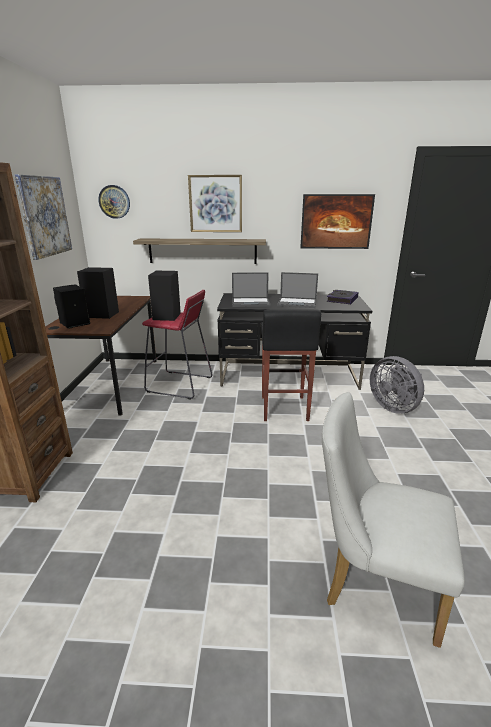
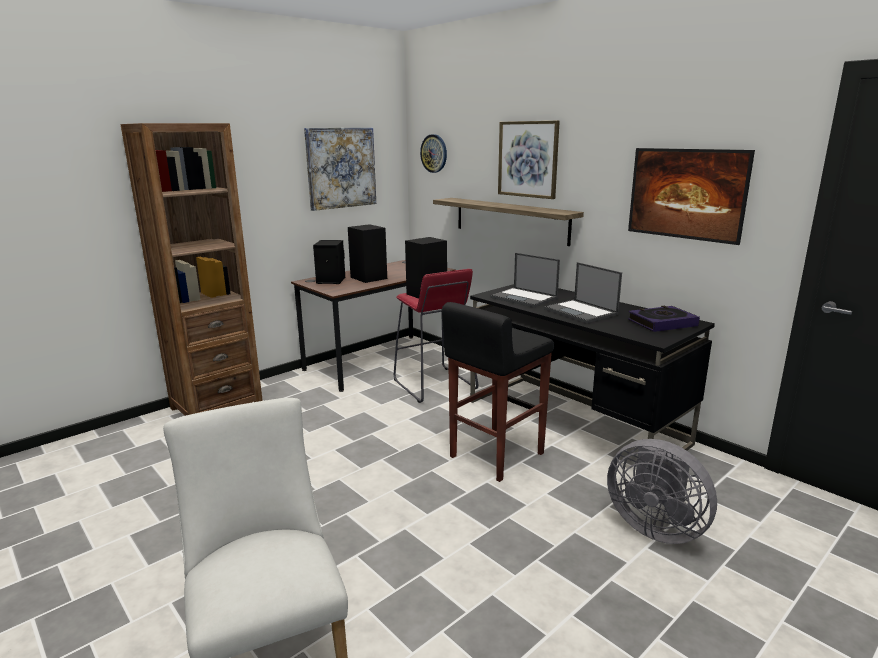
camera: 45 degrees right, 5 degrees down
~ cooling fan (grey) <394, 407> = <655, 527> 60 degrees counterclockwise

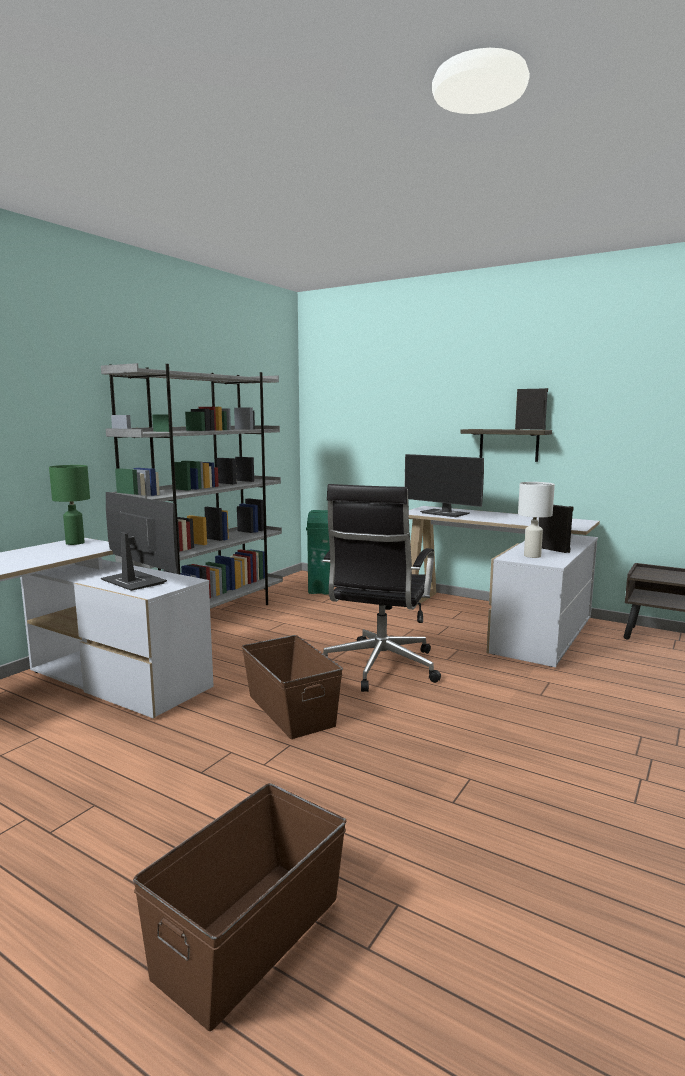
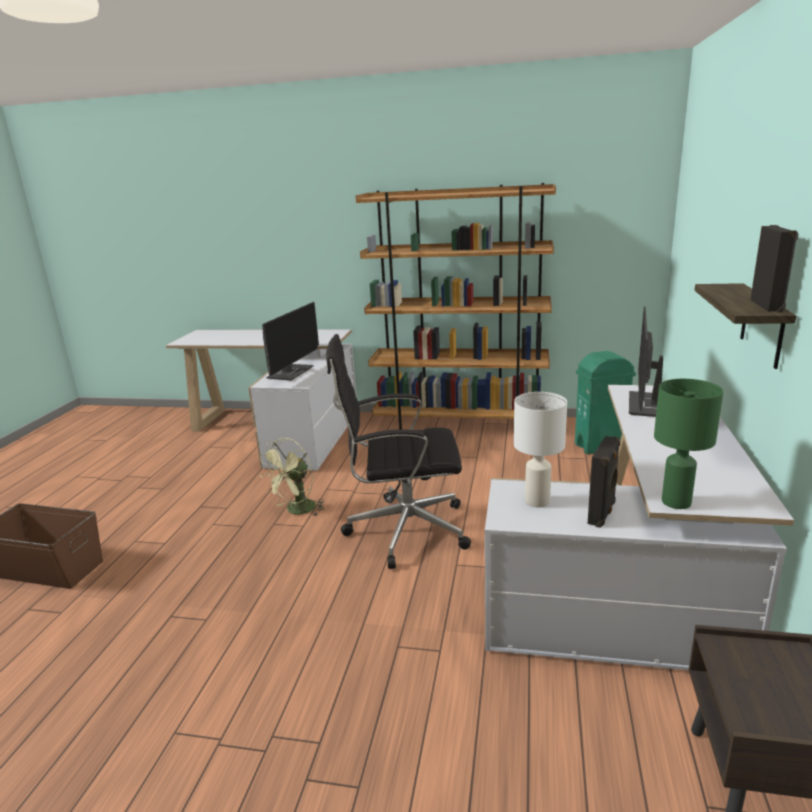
camera: 70 degrees right, 10 degrees up
~ bookcase (grey) <210, 616> to bookcase (brown) <460, 425>
~ lamp for a table (green) <74, 543> to <675, 502>
~ storage box (brown) <291, 709> to cooling fan (green) <297, 511>

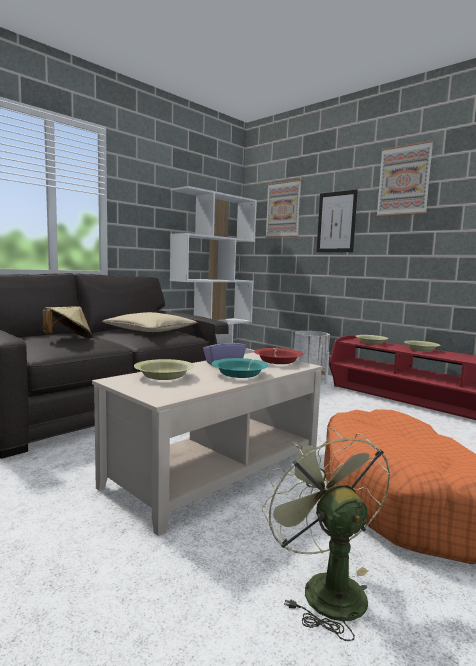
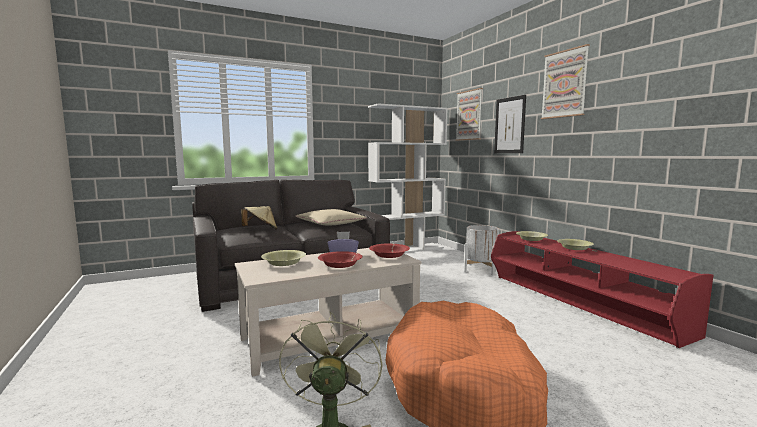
camera: 20 degrees right, 0 degrees up
~ deep dish (turquoise-coloured) <240, 374> to deep dish (red-coloured) <340, 265>

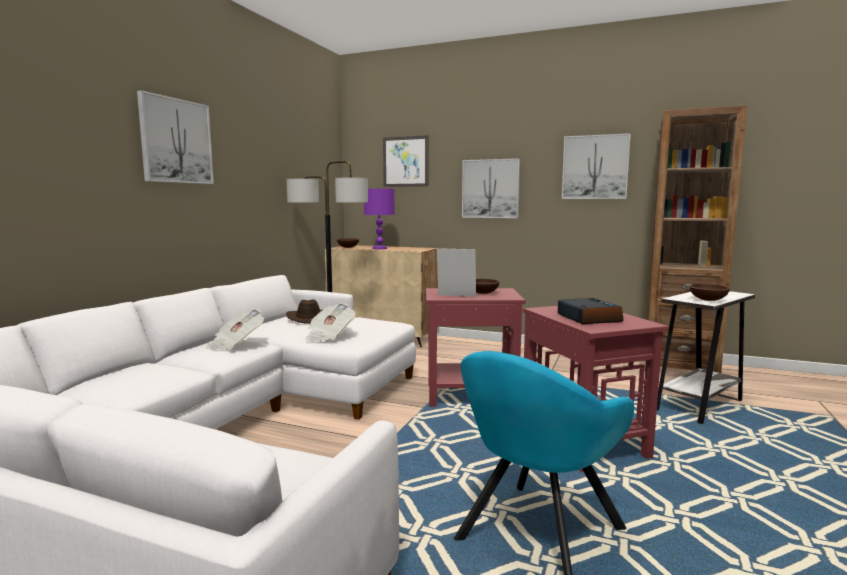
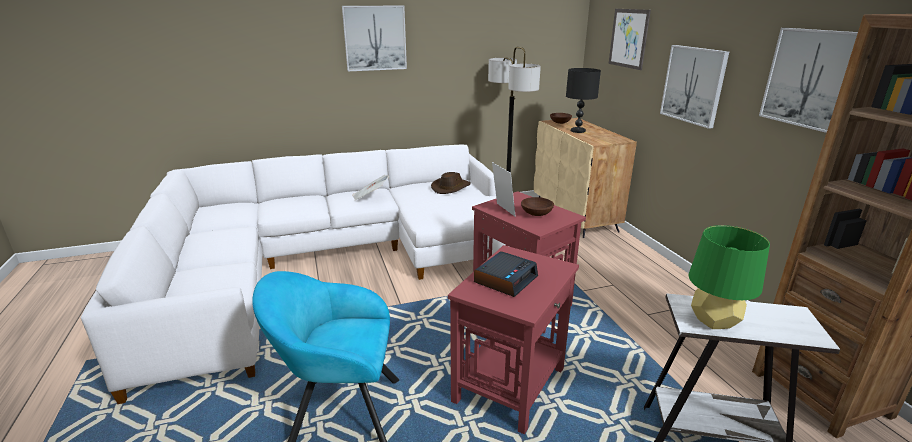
camera: 50 degrees right, 15 degrees up
~ lamp for a table (purple-coloured) <379, 248> to lamp for a table (black-coloured) <578, 131>
~ deep dish (brown) <708, 299> to lamp for a table (green) <714, 321>
- daily paper <329, 336>

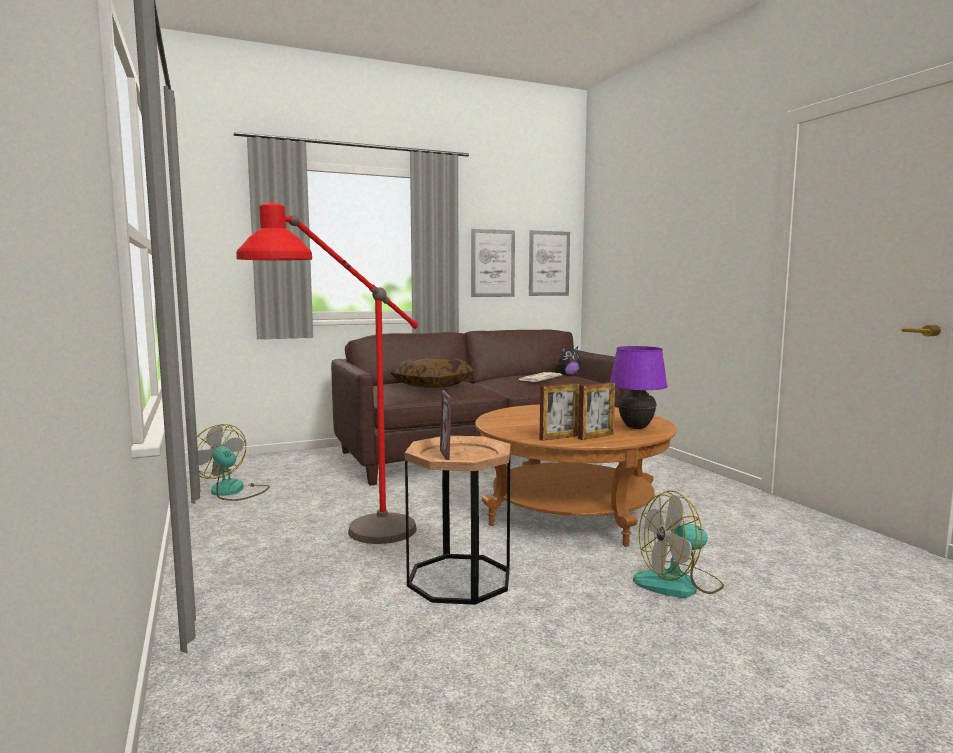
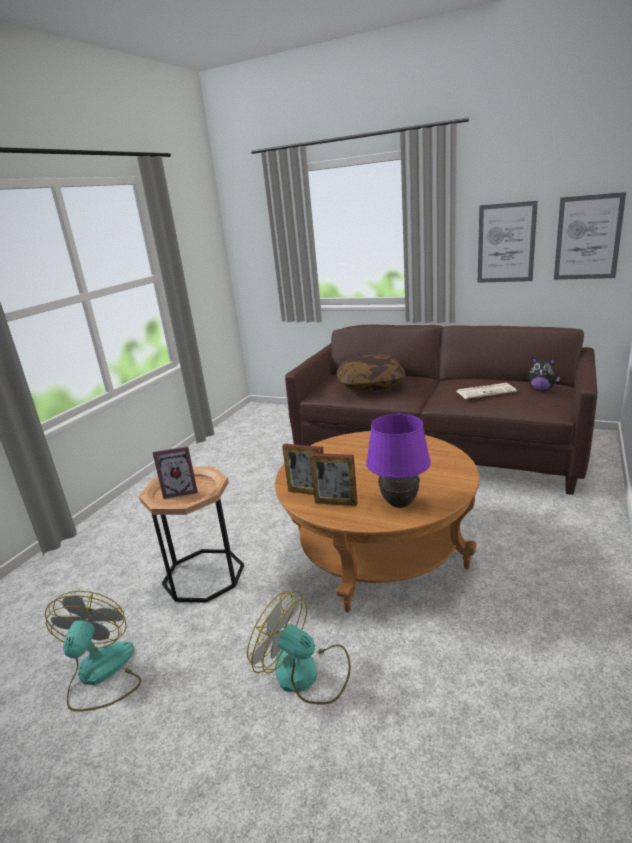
camera: 50 degrees right, 15 degrees up
- standing lamp (red-coloured) <348, 547>
~ photo frame <455, 455> = <181, 491> 135 degrees counterclockwise
~ cooling fan <233, 491> to <100, 675>

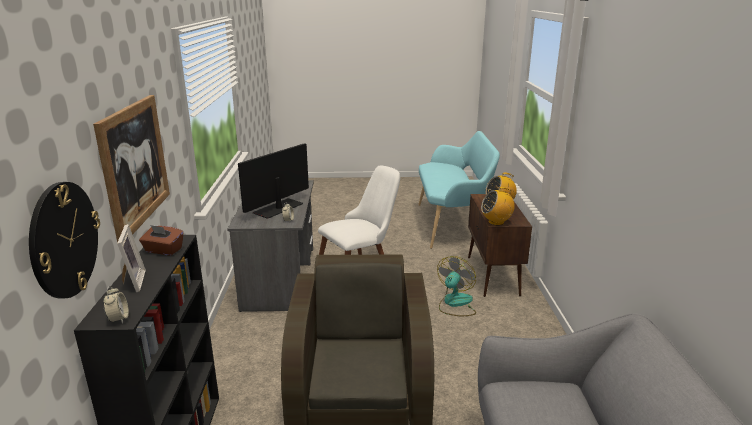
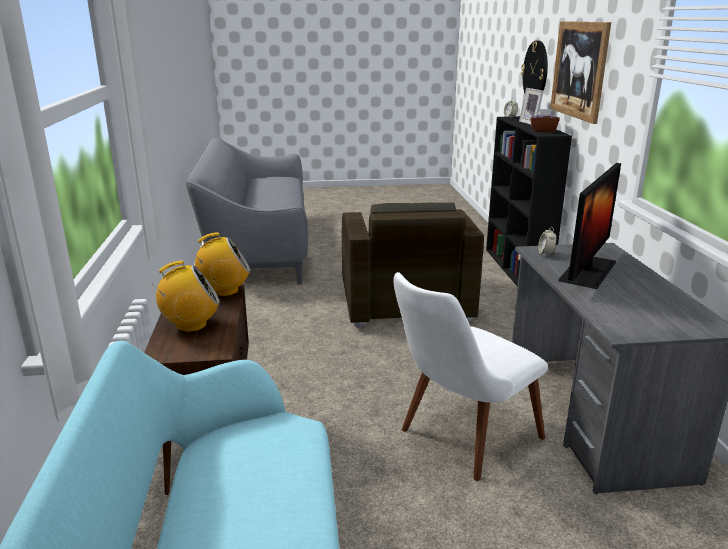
camera: 175 degrees right, 0 degrees up
- cooling fan <455, 304>

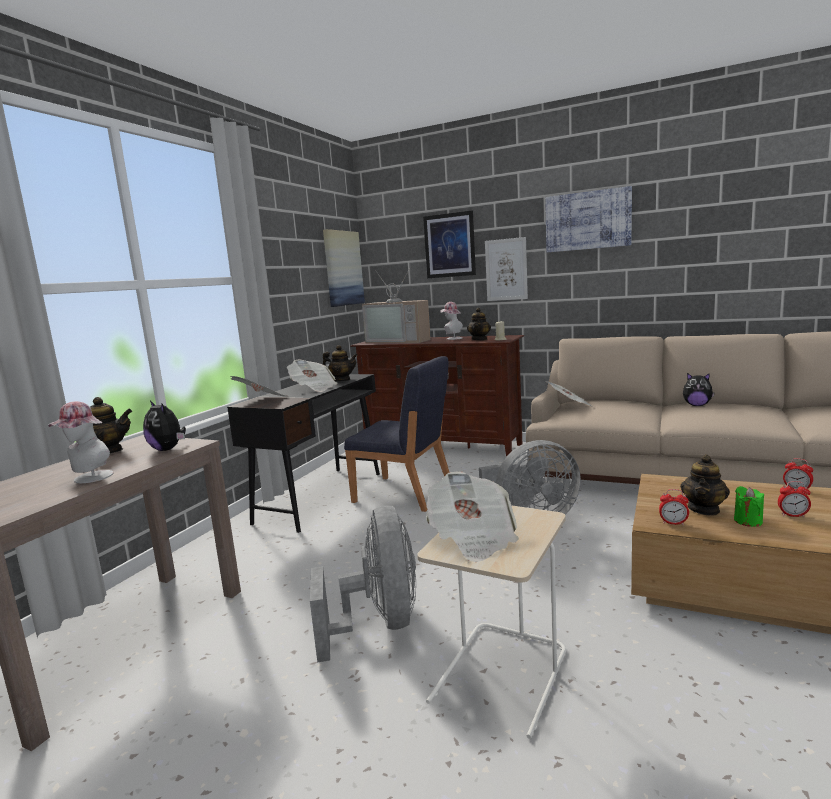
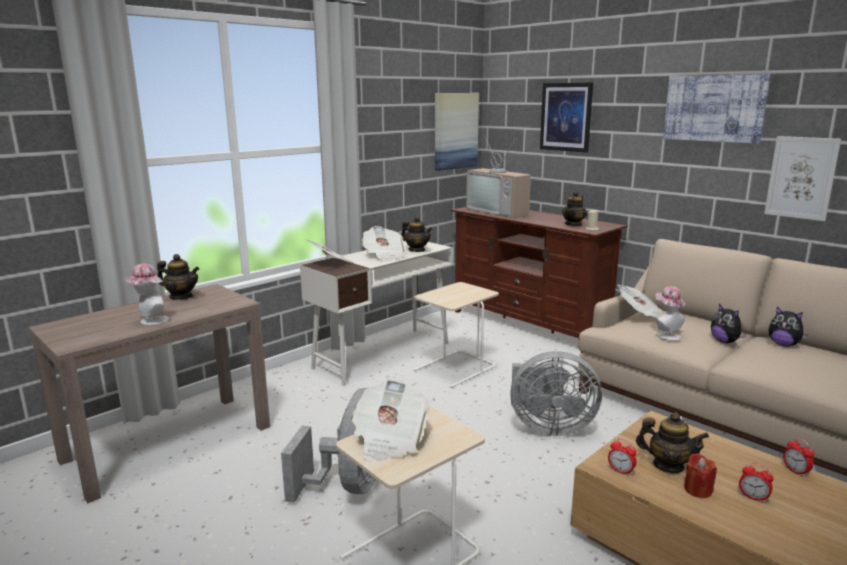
camera: 20 degrees right, 5 degrees up
~ wall picture <506, 269> to <801, 178>
~ wearable hat <452, 338> to <666, 335>
~ plain chair (blue) <404, 493> to end table (beige) <455, 369>
~ desk table (black-coloured) <321, 496> to desk table (whitish) <383, 355>
~ cuddly toy <168, 449> to <725, 341>
~ pot for tea <704, 509> = <668, 465> 120 degrees counterclockwise
~ wax candle (green) <748, 521> to wax candle (red-coloured) <697, 490>

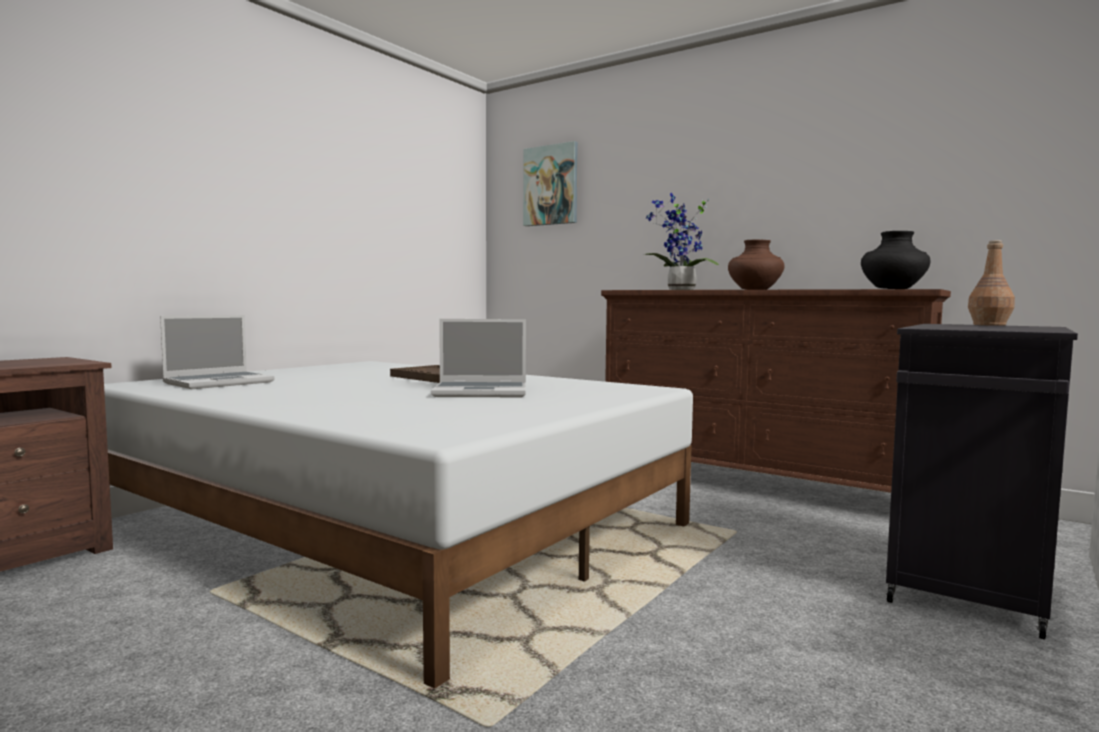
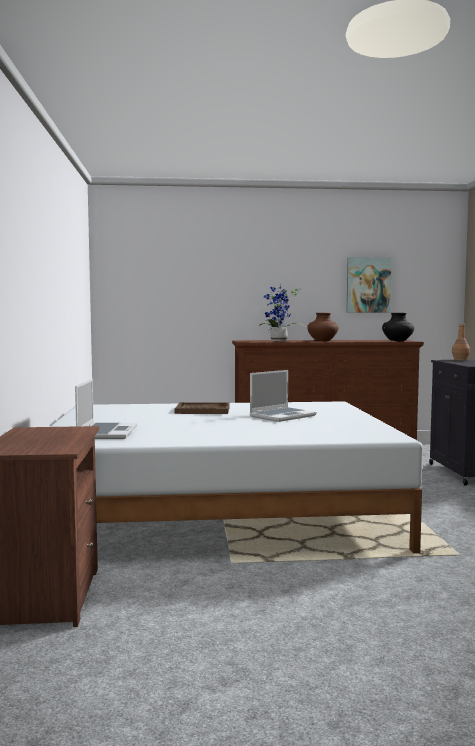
camera: 40 degrees left, 0 degrees up
~ wall picture <551, 185> to <368, 285>

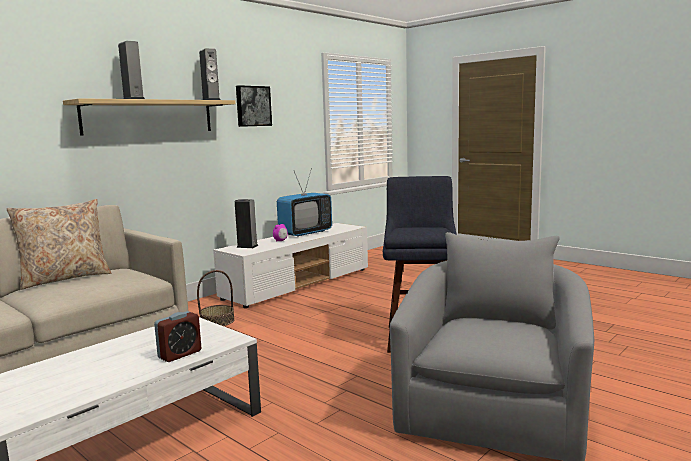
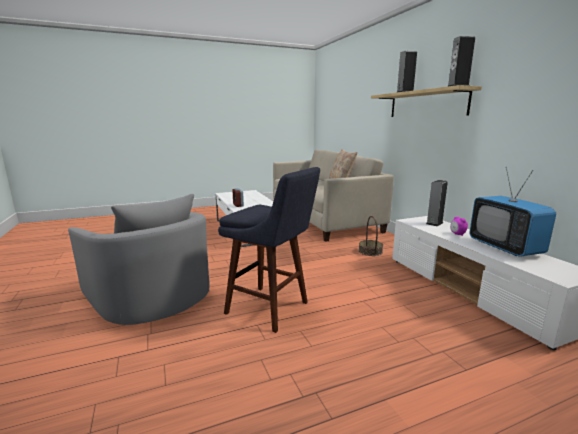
camera: 115 degrees right, 5 degrees up
- wall picture <252, 106>

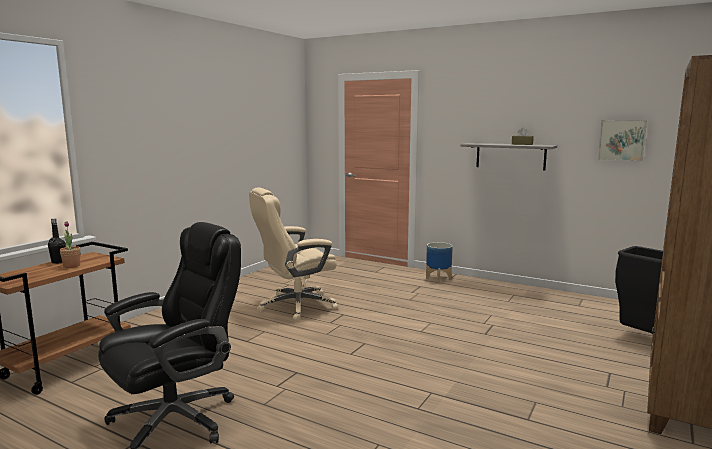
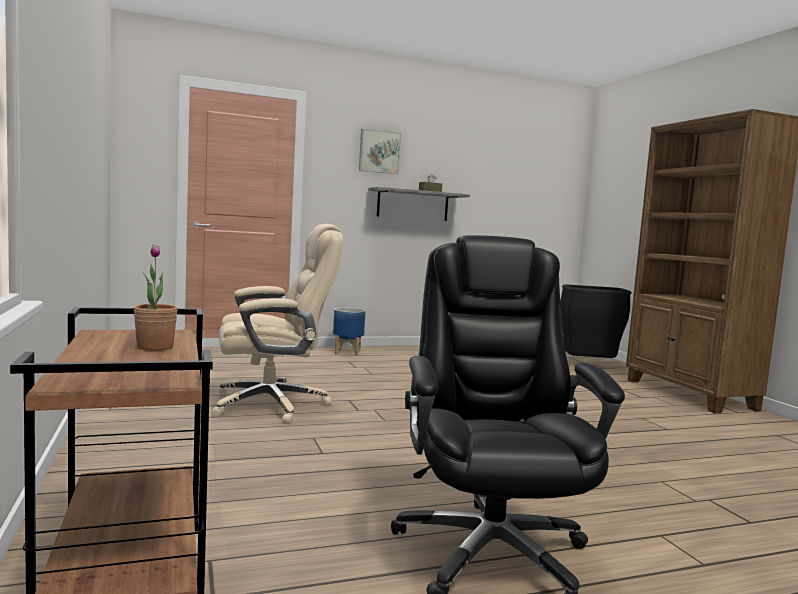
camera: 50 degrees left, 5 degrees down
~ wall picture <622, 140> to <379, 152>
~ desk chair (beige) <295, 306> = <272, 405> 120 degrees counterclockwise
- drink bottle (black-coloured) <58, 262>

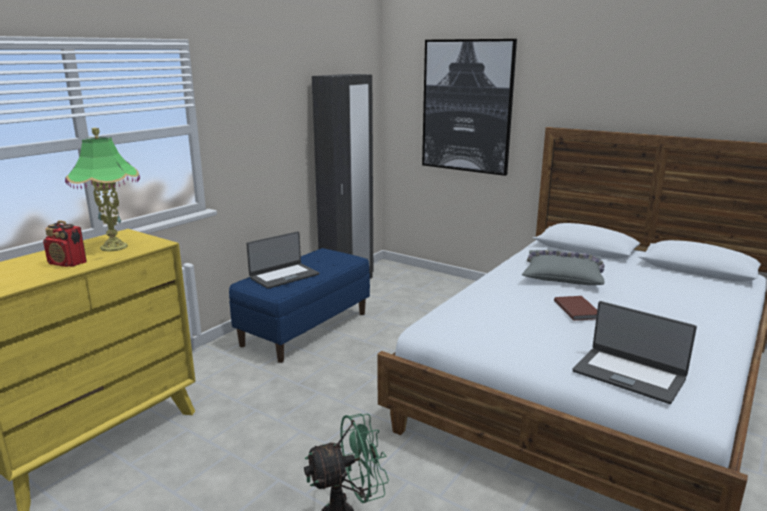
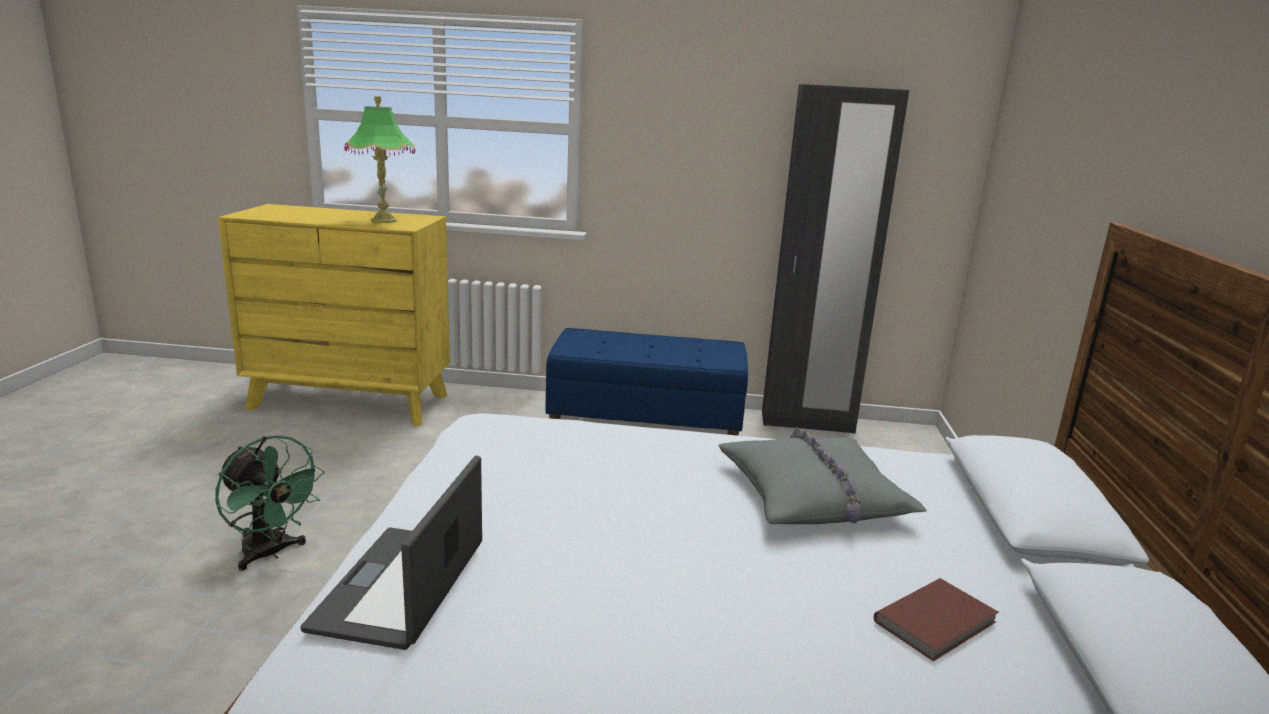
camera: 60 degrees right, 0 degrees up
- wall picture <467, 106>
- radio <68, 263>
- laptop <284, 276>
~ volume (brown) <577, 309> to <938, 622>

